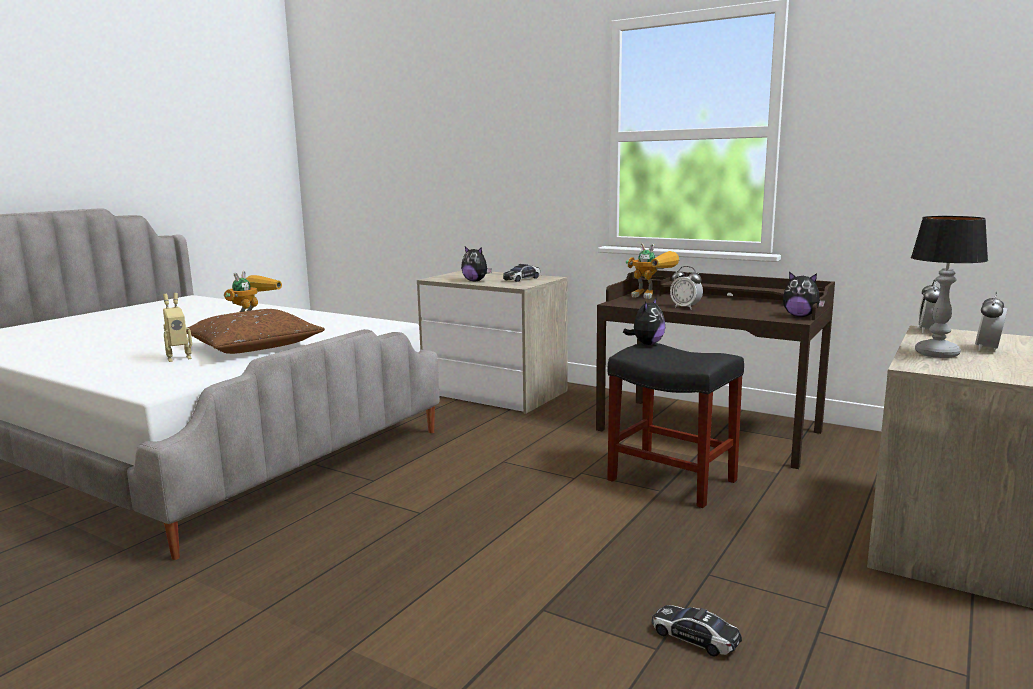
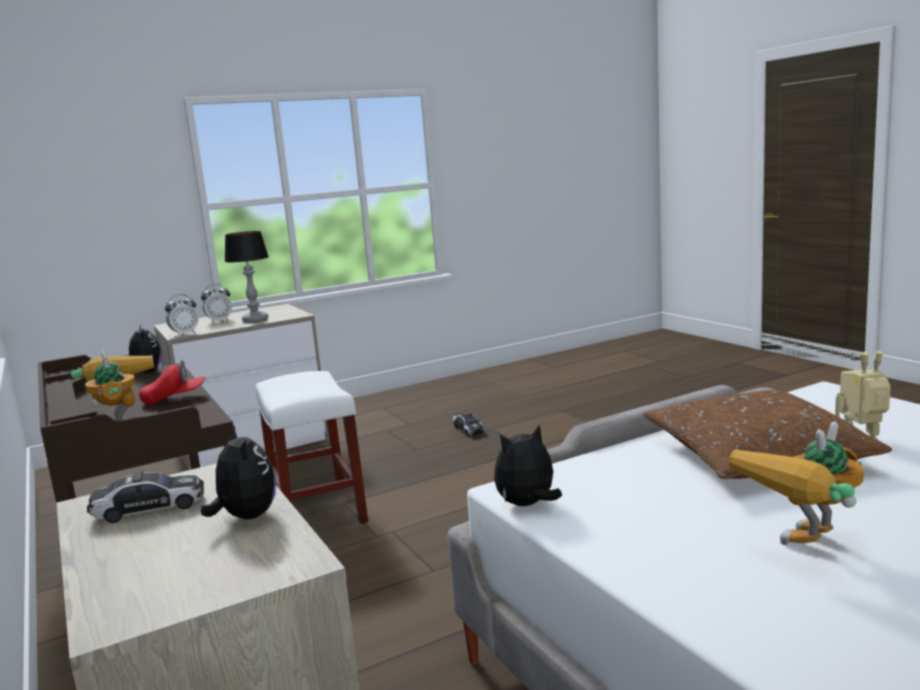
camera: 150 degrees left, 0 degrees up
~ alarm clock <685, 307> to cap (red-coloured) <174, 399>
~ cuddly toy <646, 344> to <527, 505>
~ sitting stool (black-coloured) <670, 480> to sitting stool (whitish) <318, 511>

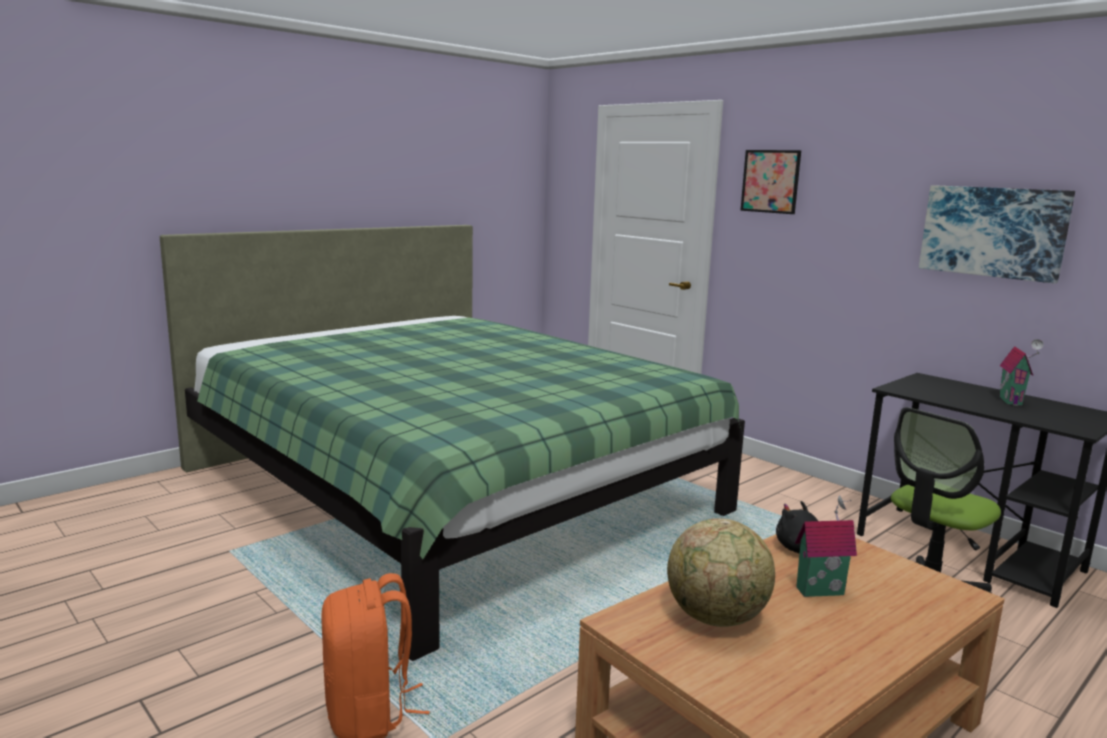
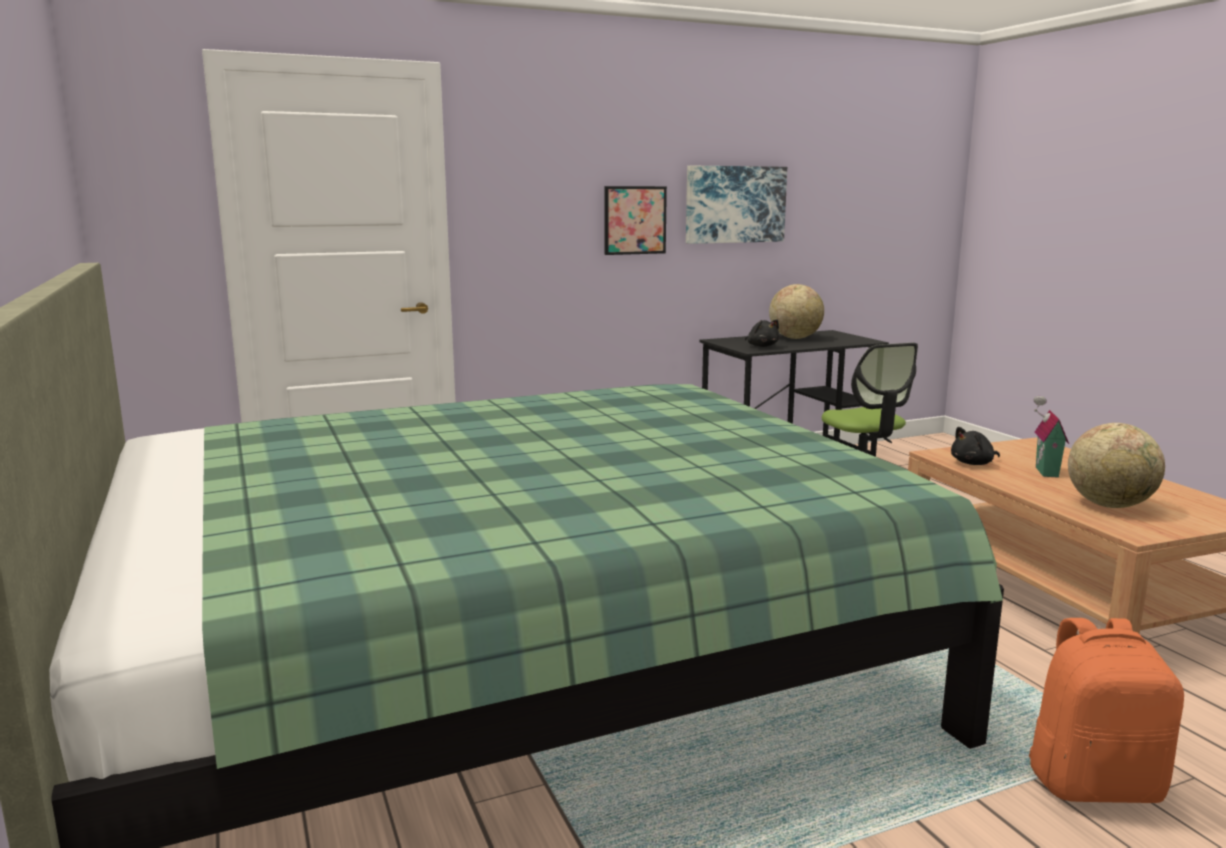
camera: 70 degrees left, 0 degrees up
~ wall picture <770, 181> to <635, 220>
~ miniature house <1013, 401> to desk globe <795, 338>
+ cuddly toy (black-coloured) <762, 346>

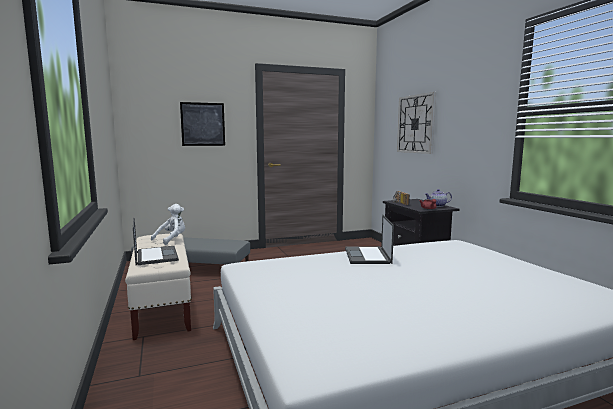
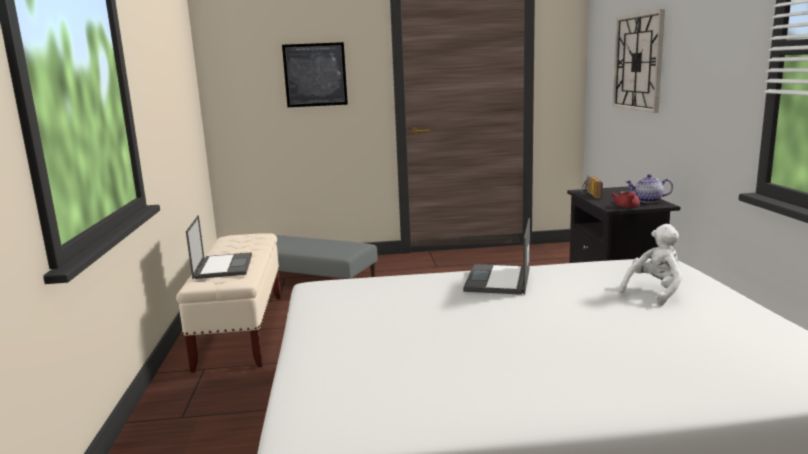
camera: 15 degrees right, 5 degrees up
~ cuddly toy (whitish) <172, 239> to <654, 292>

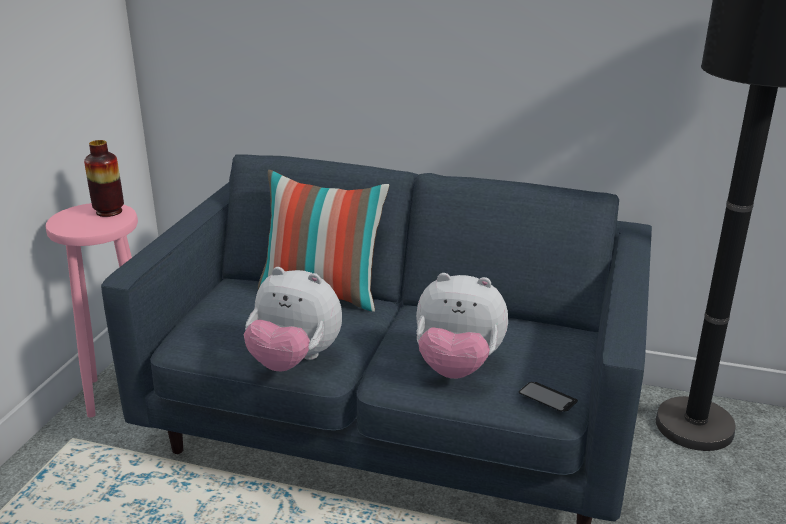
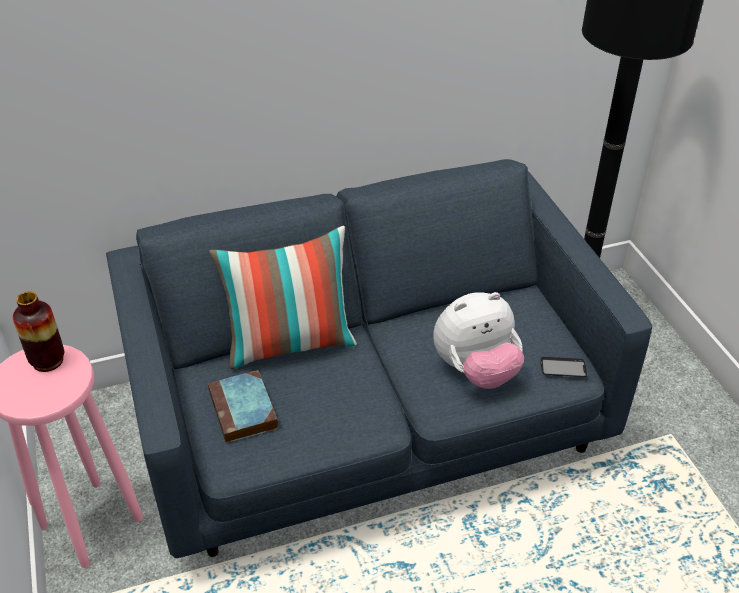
camera: 35 degrees left, 15 degrees up
- cuddly toy <294, 361>
+ volume <244, 411>

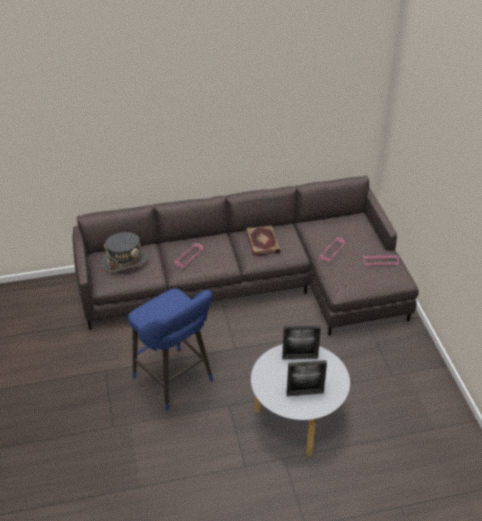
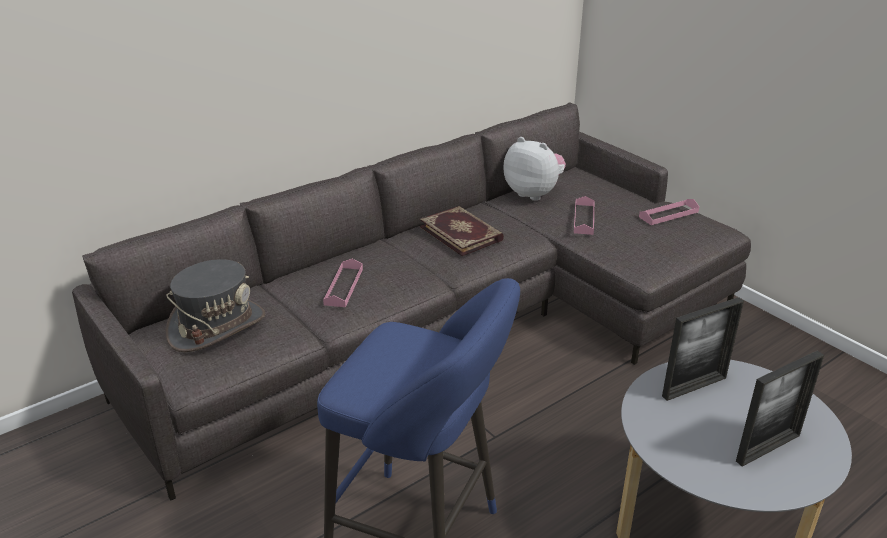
camera: 25 degrees left, 10 degrees down
+ cuddly toy <533, 193>

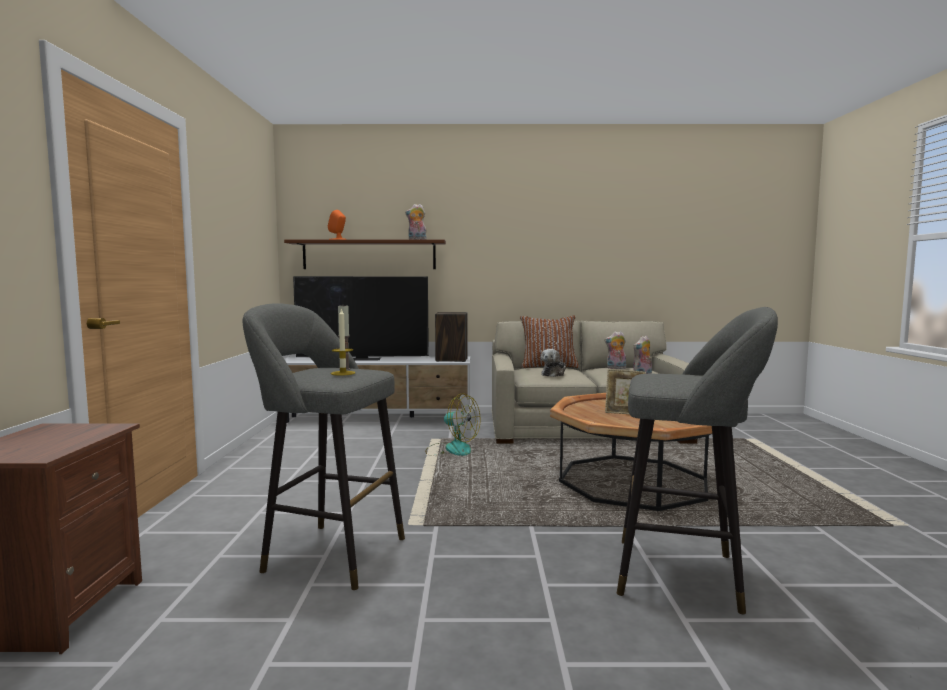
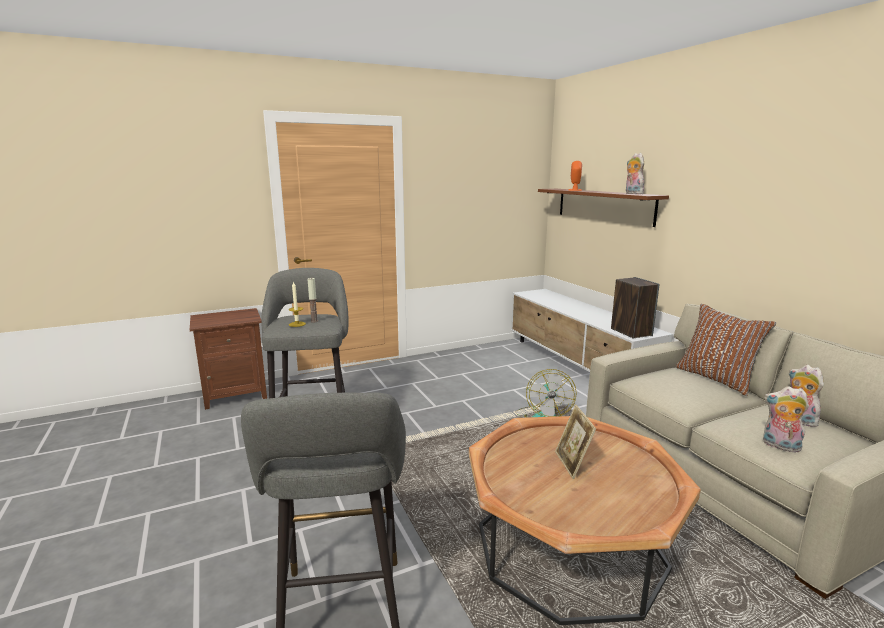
camera: 65 degrees right, 10 degrees up
- television <362, 359>
- cuddly toy <554, 374>

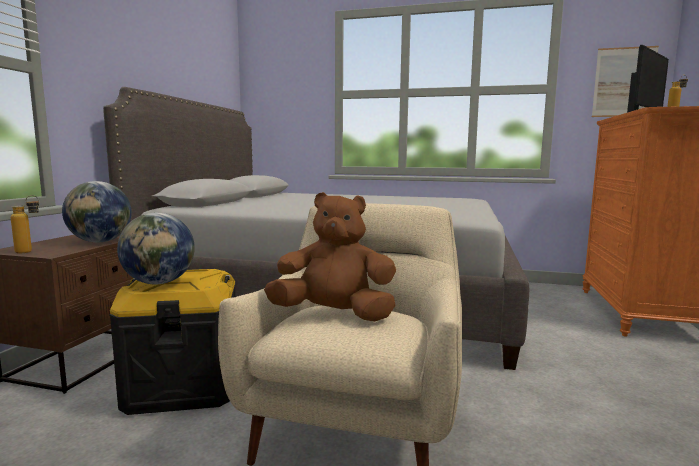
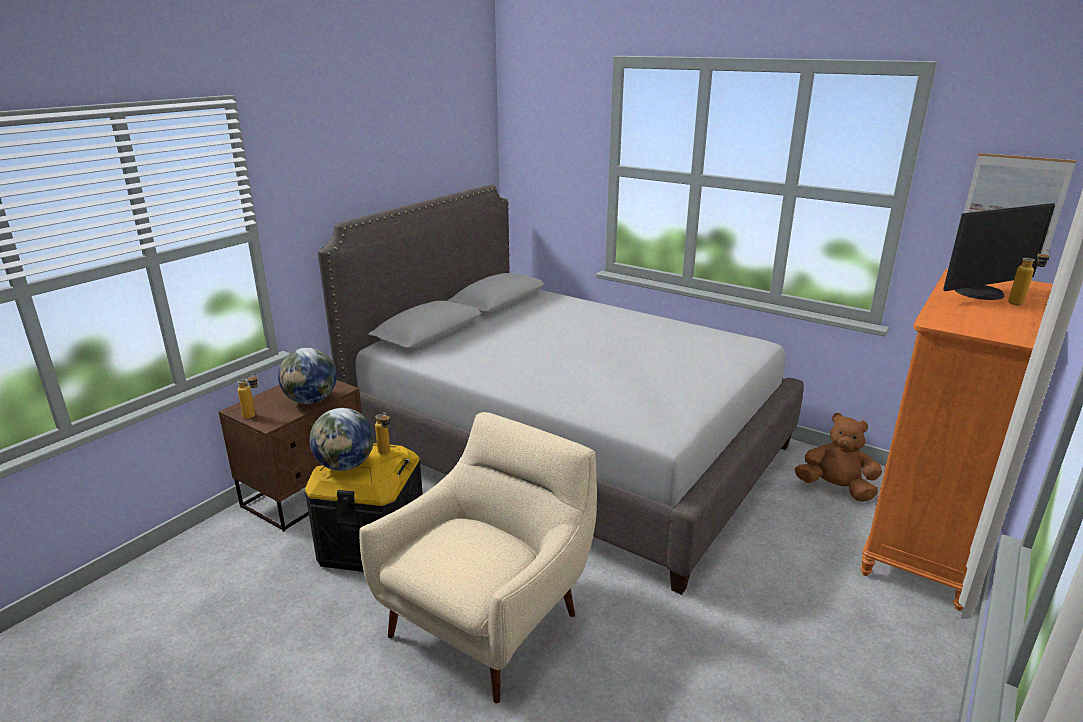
camera: 20 degrees right, 15 degrees up
~ cuddly toy (brown) <334, 315> to <835, 489>
+ drink bottle <386, 454>

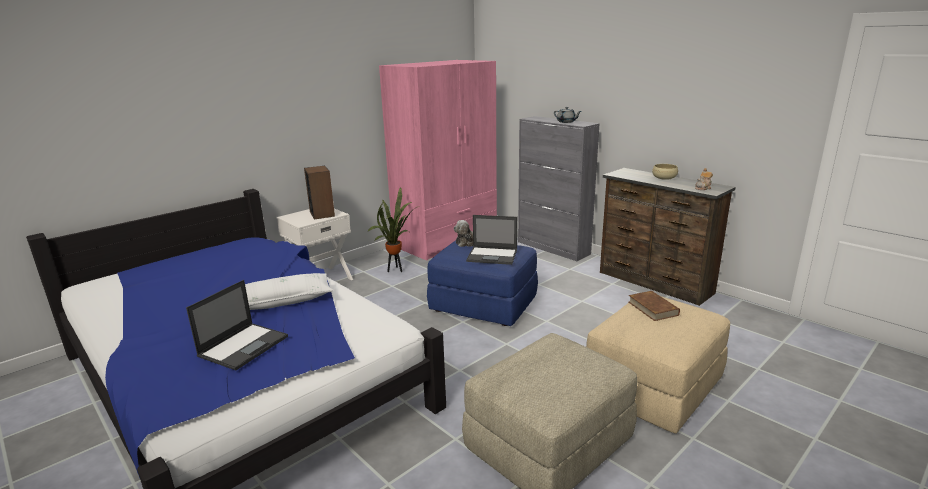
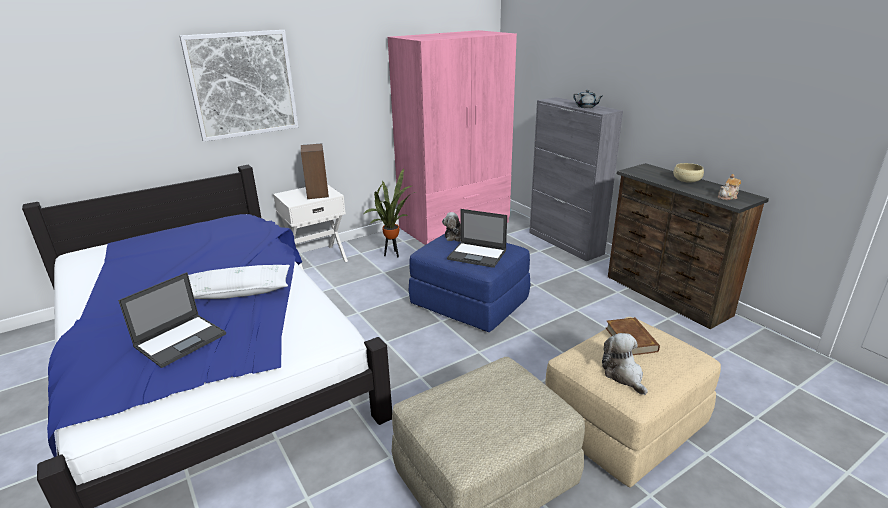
camera: 10 degrees right, 5 degrees up
+ wall picture <243, 85>
+ cuddly toy <623, 375>

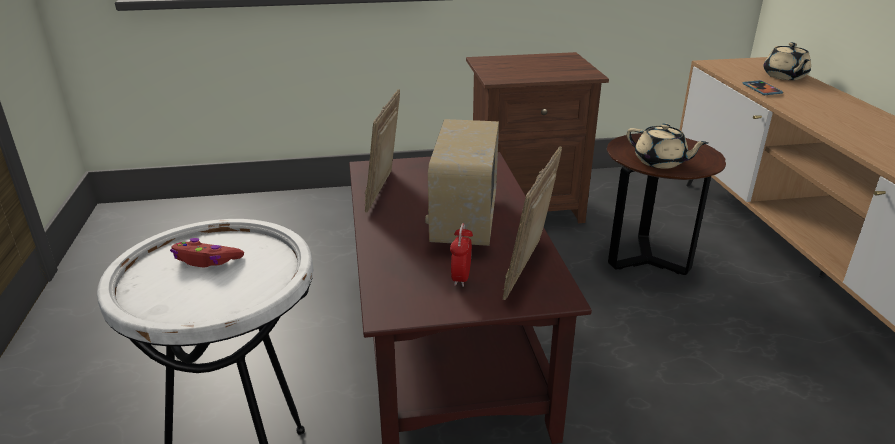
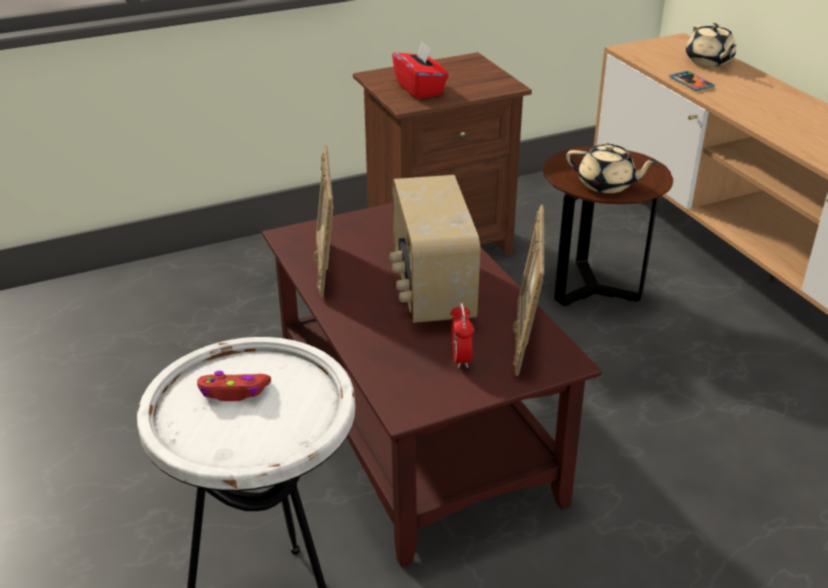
camera: 15 degrees left, 5 degrees up
+ tissue holder (red-coloured) <420, 89>

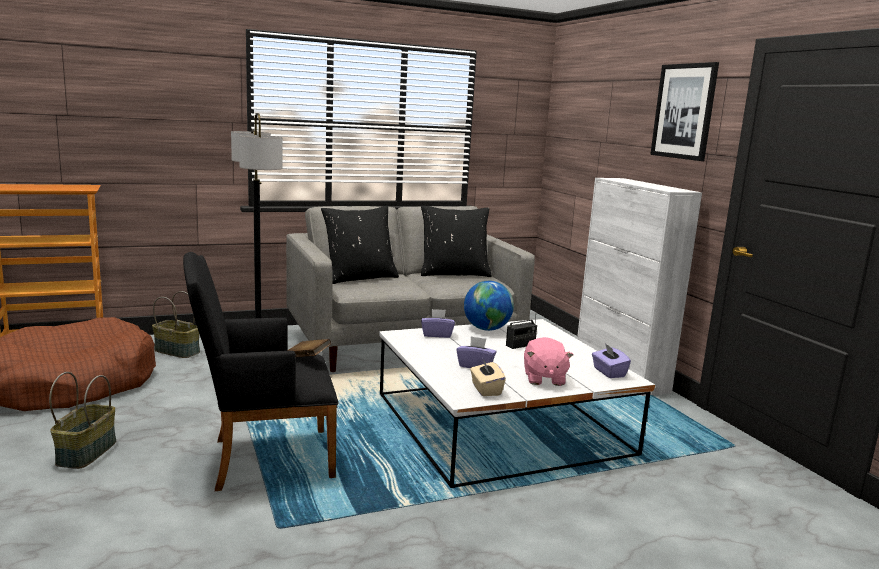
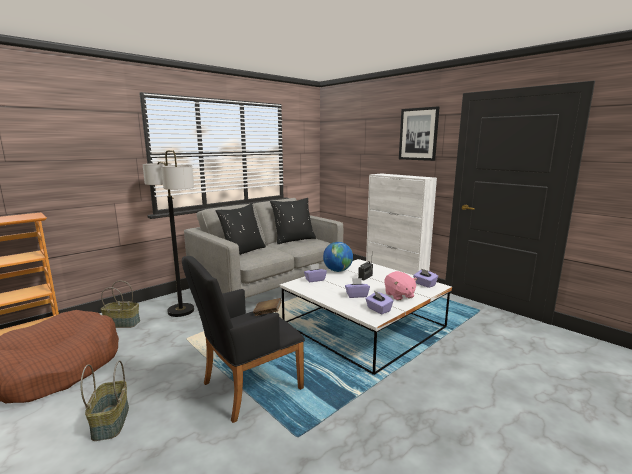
camera: 20 degrees left, 0 degrees up
~ tissue holder (beige) <485, 389> to tissue holder (purple-coloured) <378, 309>

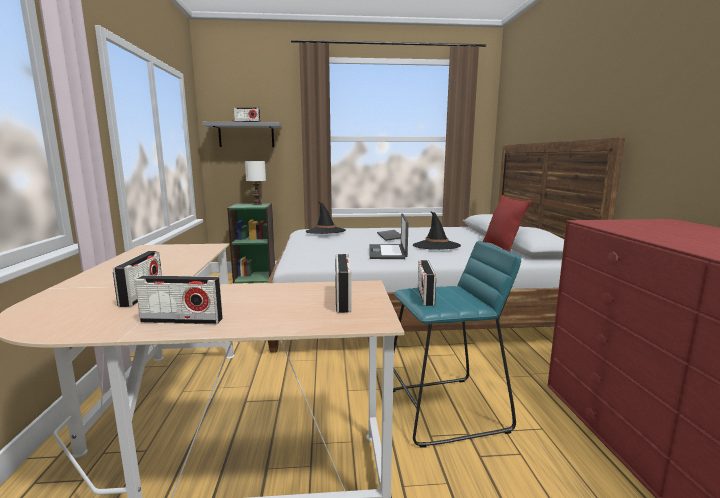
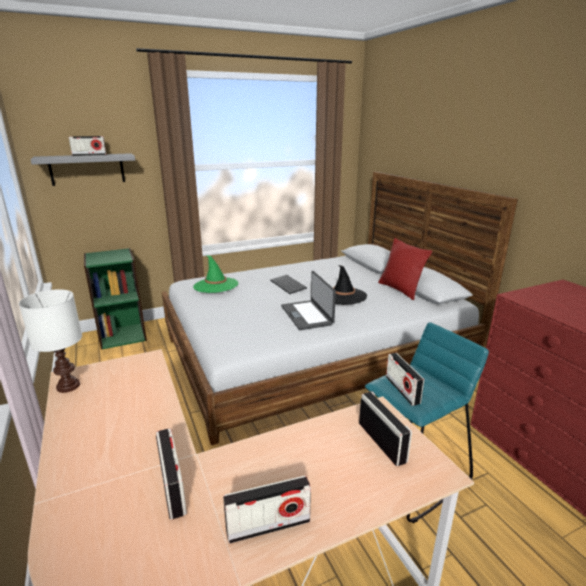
camera: 20 degrees left, 10 degrees up
~ lamp for a table (whitish) <257, 204> to <68, 386>
~ wearable hat (black-coloured) <325, 231> to wearable hat (green) <215, 285>

